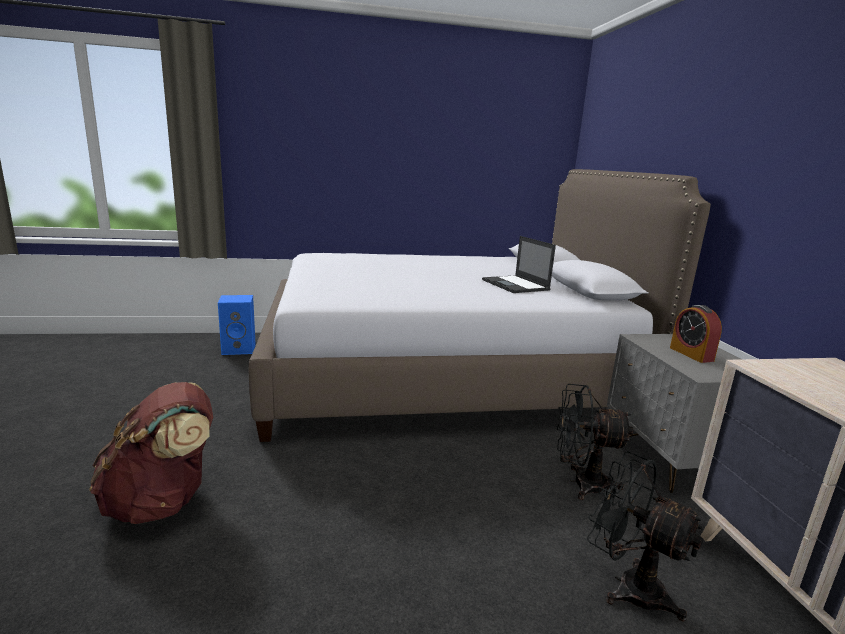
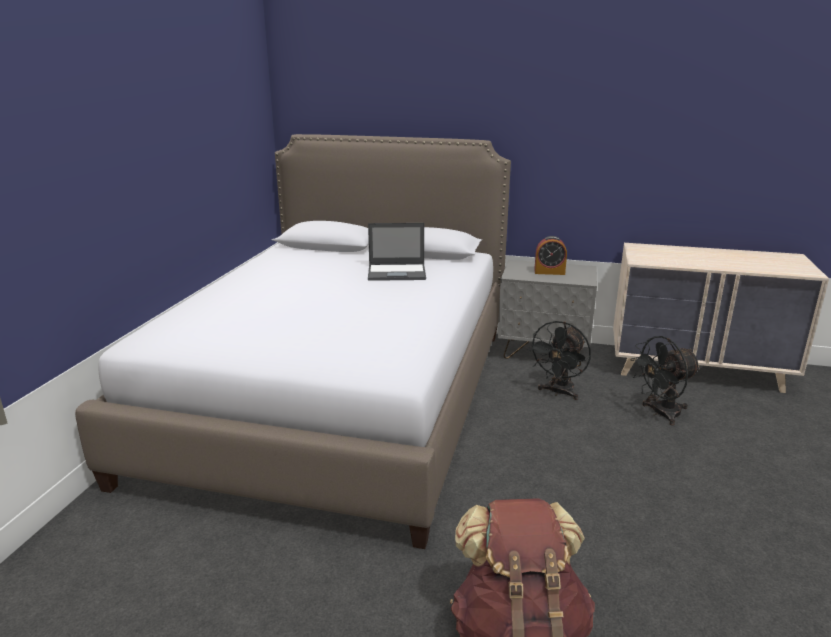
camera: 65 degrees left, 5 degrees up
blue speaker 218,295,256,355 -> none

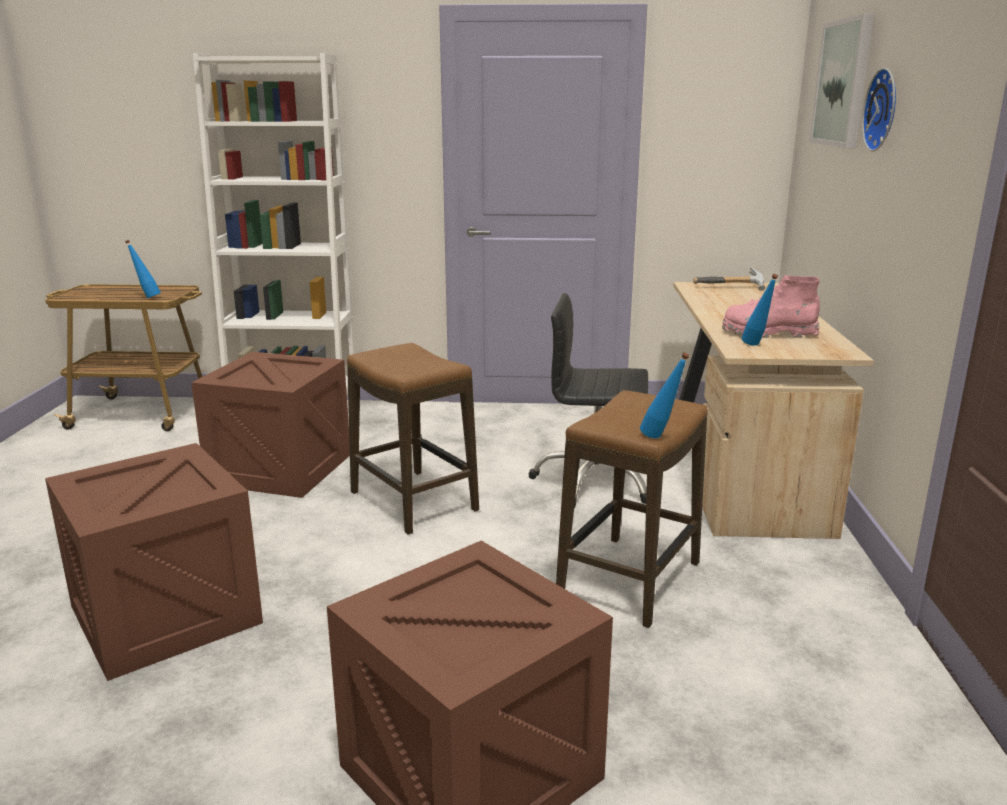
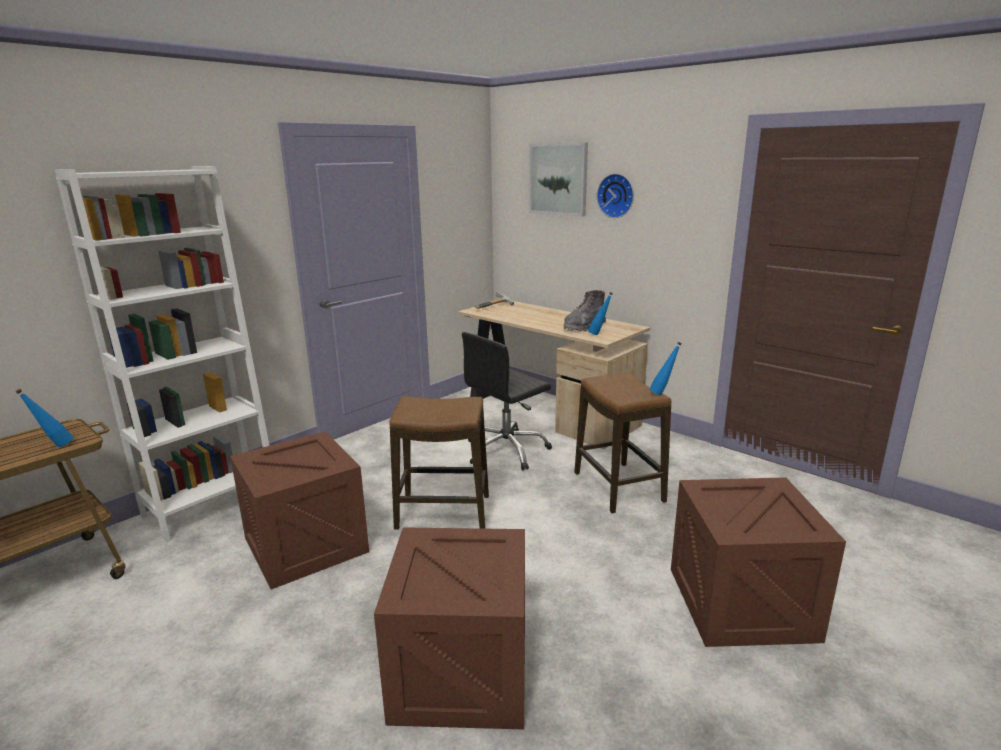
camera: 50 degrees left, 0 degrees up
pink boot 722,275,820,338 -> grey boot 564,290,606,332

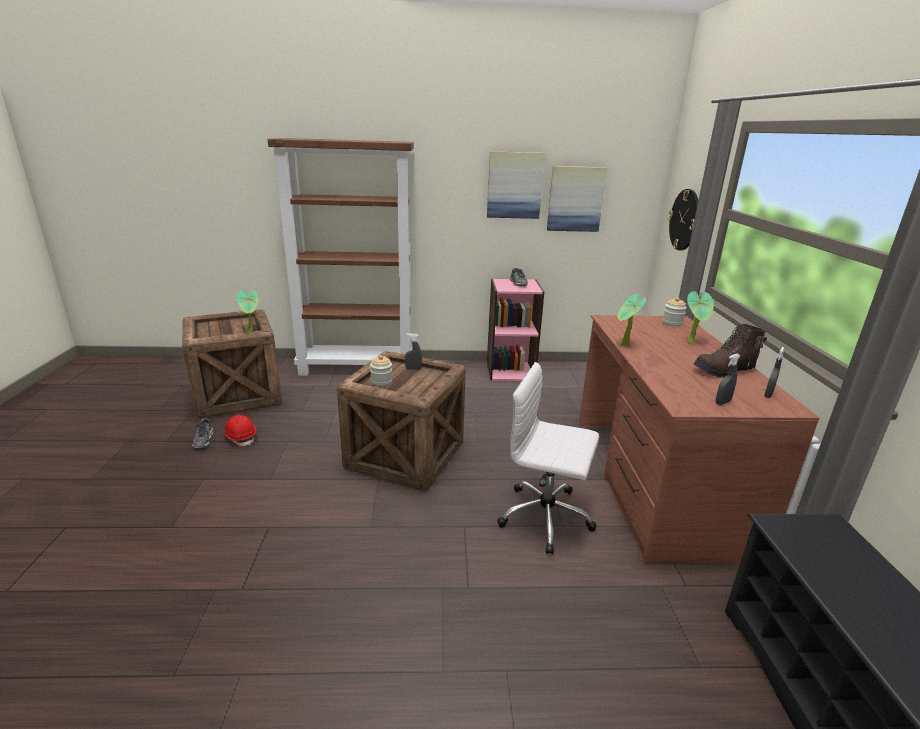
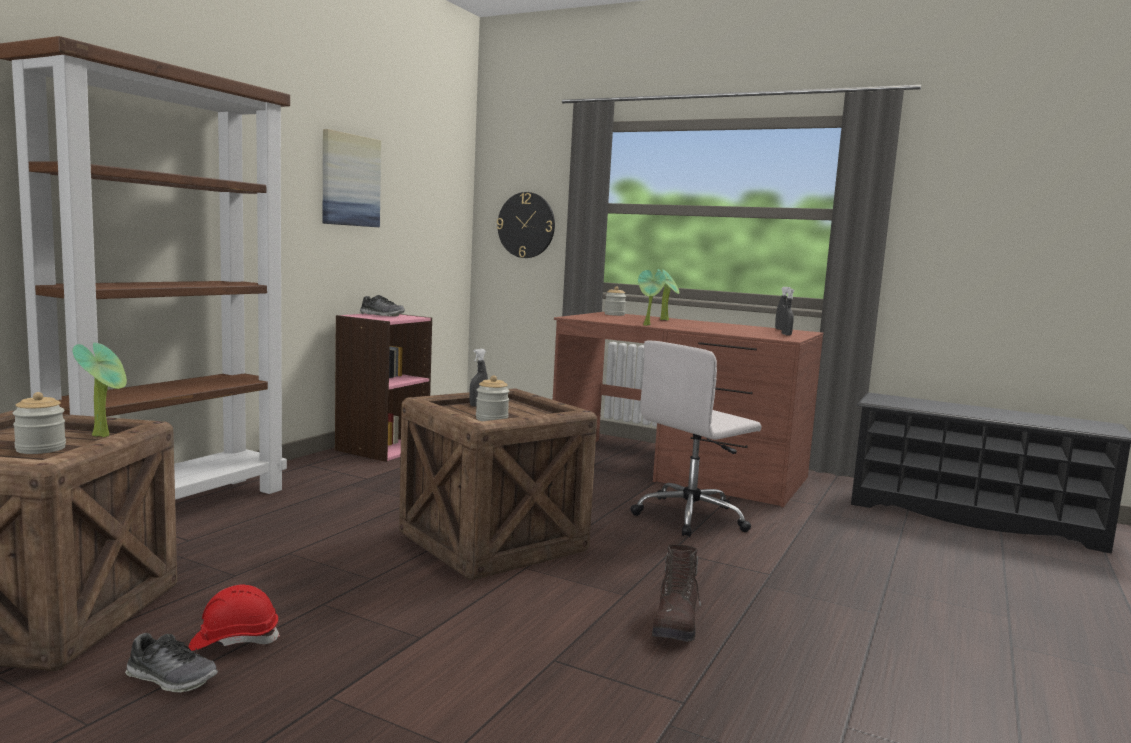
camera: 60 degrees left, 15 degrees down
picture 547,166,607,232 -> none
brown boot 693,324,767,378 -> brown boot 652,545,701,642, shifted
none -> jar 13,392,66,454

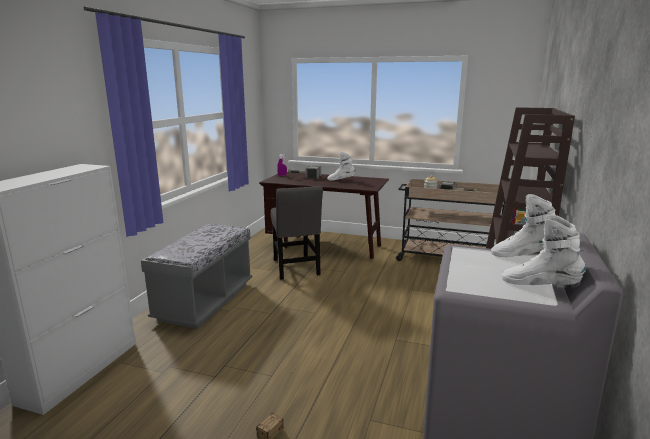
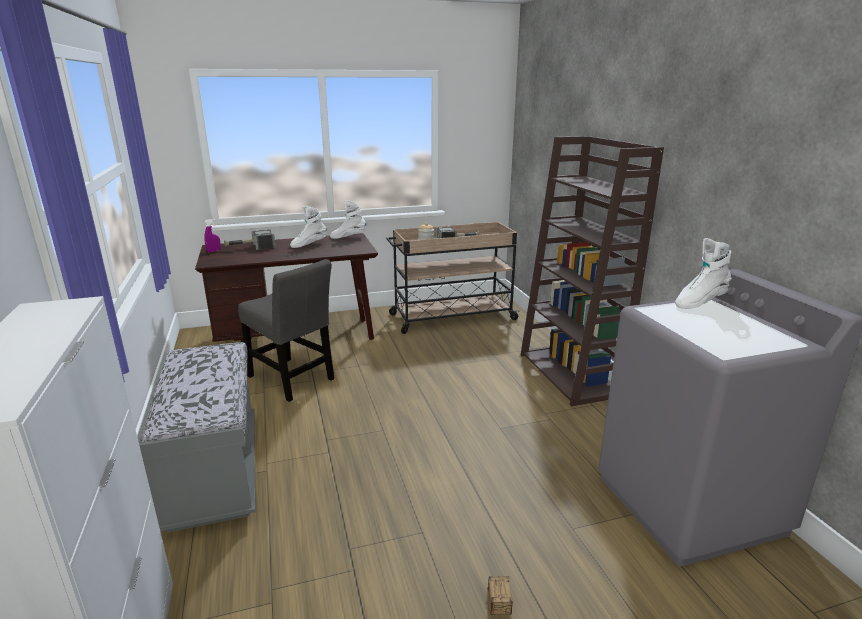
camera: 35 degrees left, 5 degrees up
white boot 502,215,586,285 -> white boot 330,200,366,239, shifted

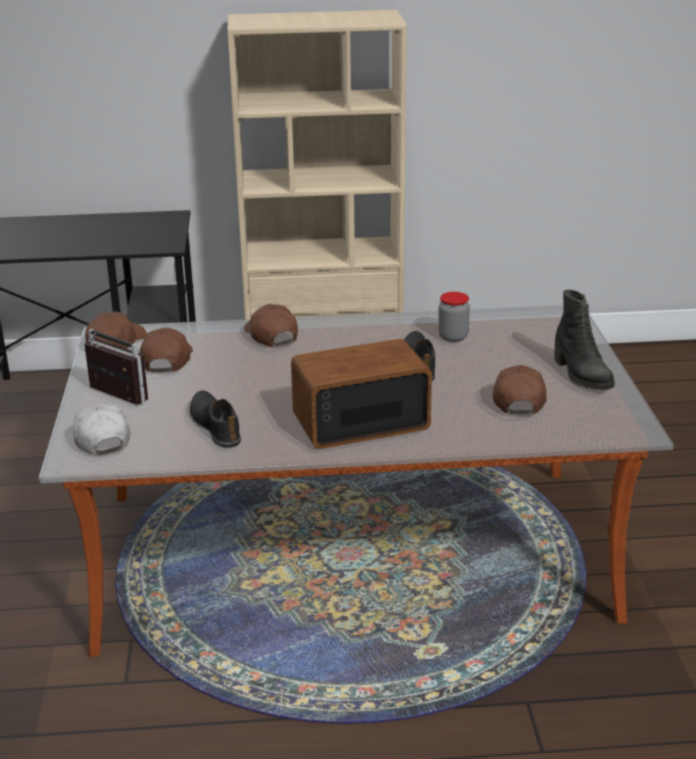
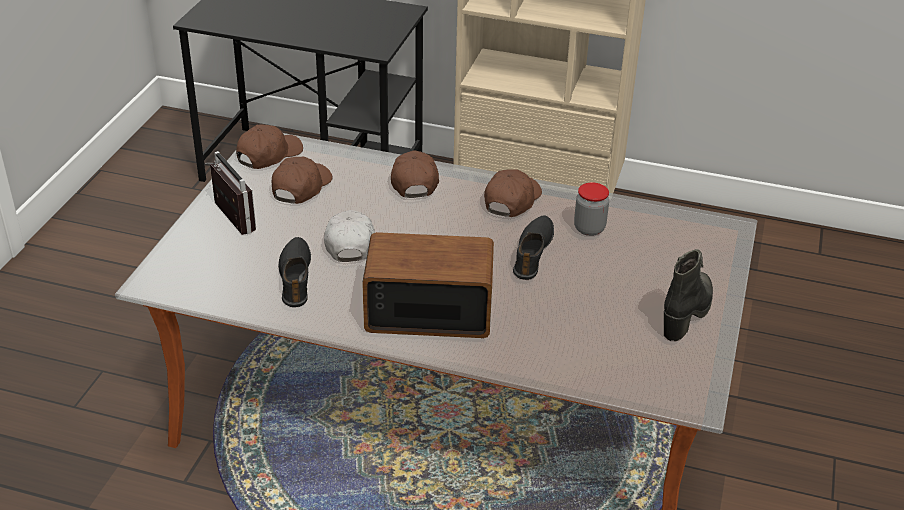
camera: 20 degrees right, 10 degrees up
black boot 554,290,615,390 -> black boot 664,249,713,341, 150 degrees counterclockwise
brown cap 493,365,547,415 -> brown cap 484,169,542,217, shifted
white cap 72,402,131,456 -> white cap 324,210,375,262, shifted

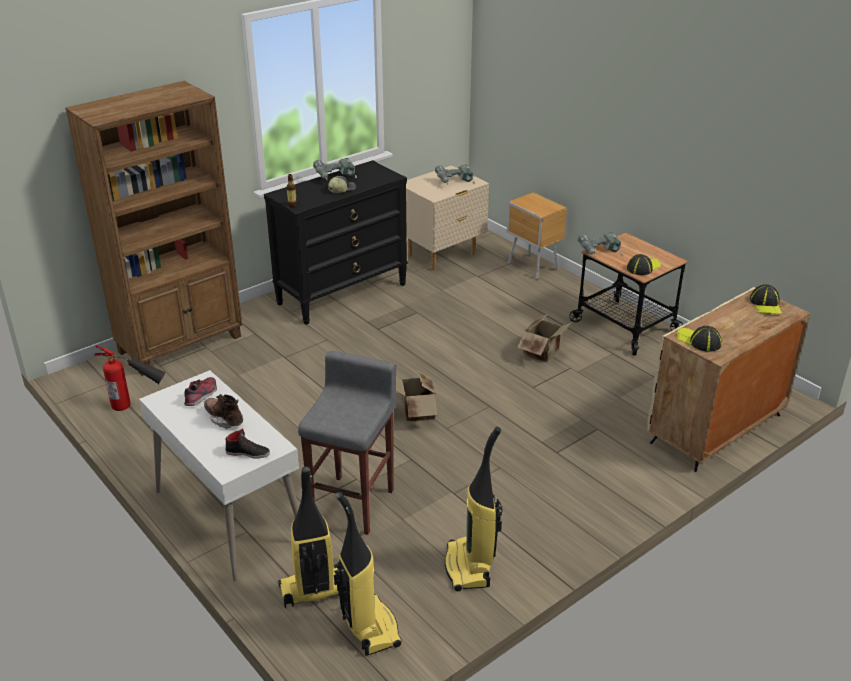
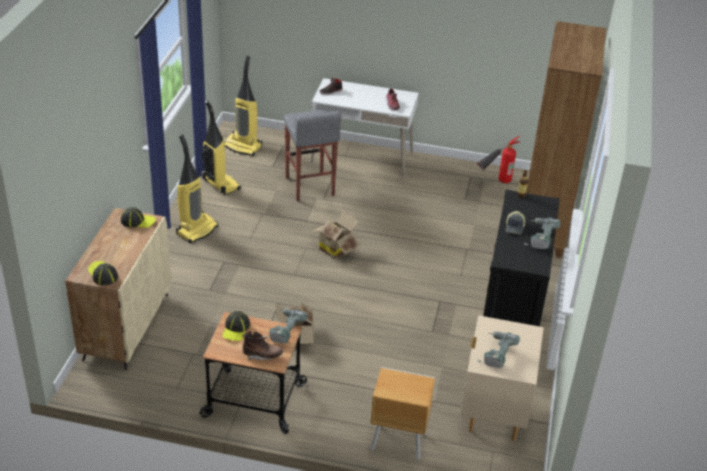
camera: 140 degrees right, 5 degrees up
brown boot 204,394,244,429 -> brown boot 242,331,283,361, shifted
vacuum cleaner 278,466,339,609 -> vacuum cleaner 176,134,218,244, shifted

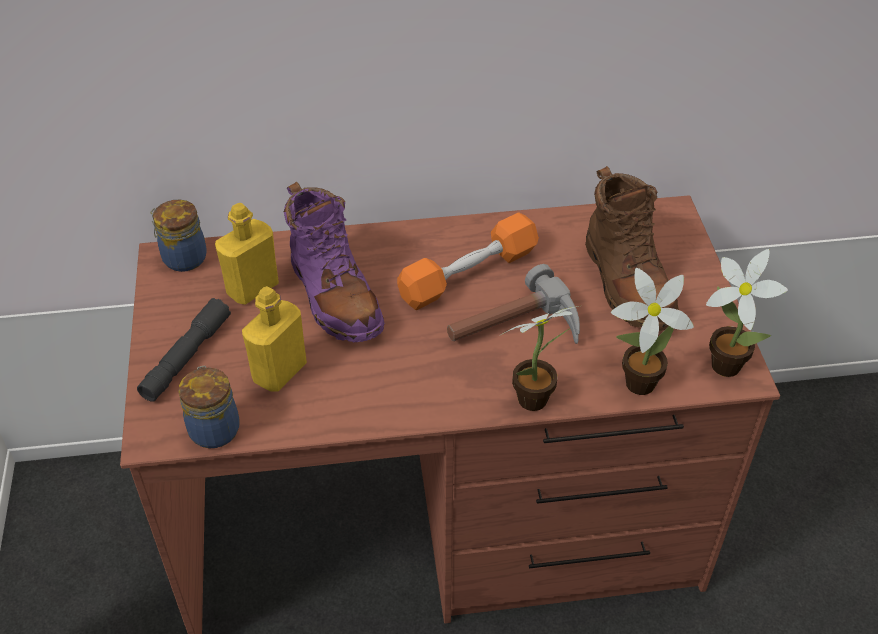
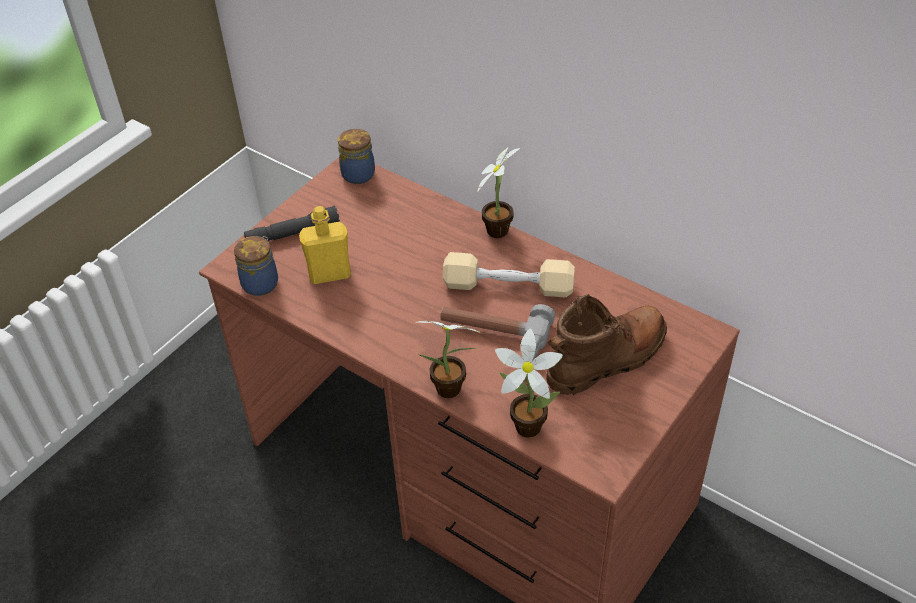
camera: 45 degrees right, 0 degrees up
brown boot 585,166,679,331 -> brown boot 546,294,667,395, 150 degrees counterclockwise
purple boot 284,182,385,342 -> none
yellow bottle 215,203,279,305 -> none
orange dumbbell 397,213,539,310 -> beige dumbbell 443,252,575,297
potted plant 706,249,788,377 -> potted plant 477,147,520,238, shifted

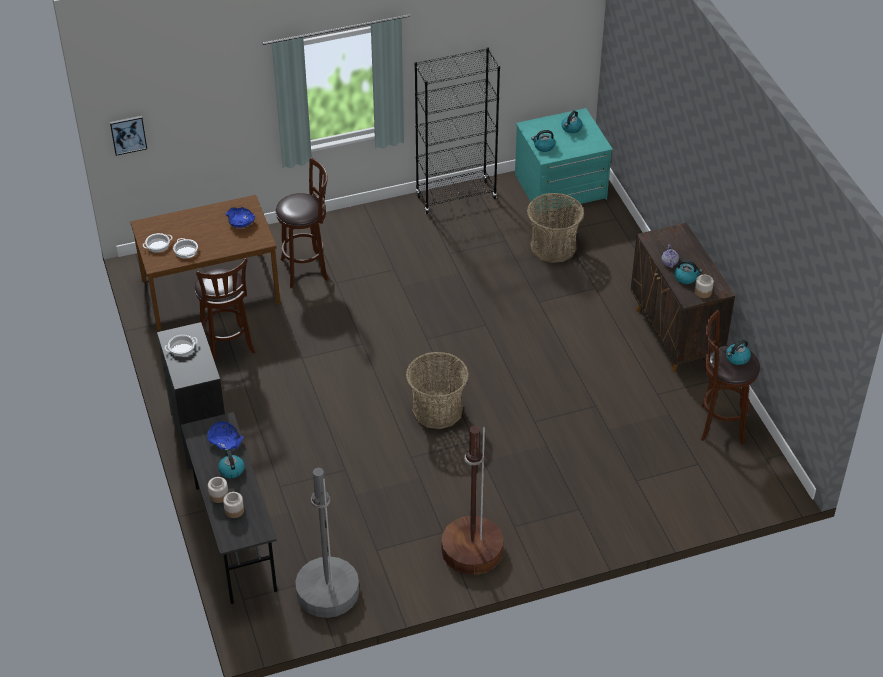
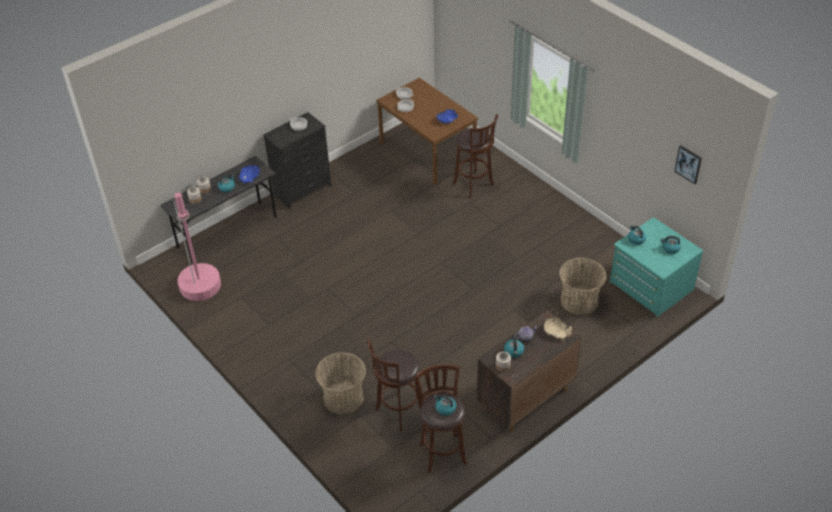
camera: 70 degrees right, 0 degrees up
black bookcase 415,48,500,214 -> none
picture 110,116,147,156 -> picture 674,146,702,184, shifted
brown stool 194,258,255,361 -> brown stool 367,339,421,432, shifted
basket 406,352,469,429 -> basket 315,352,366,415, shifted
brown floor lamp 442,426,503,575 -> none
grey floor lamp 295,468,359,618 -> pink floor lamp 173,192,221,301
none -> beige bowl 544,317,572,340

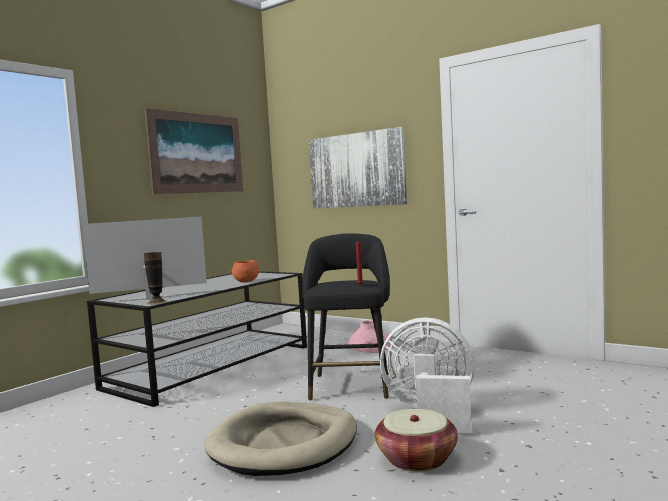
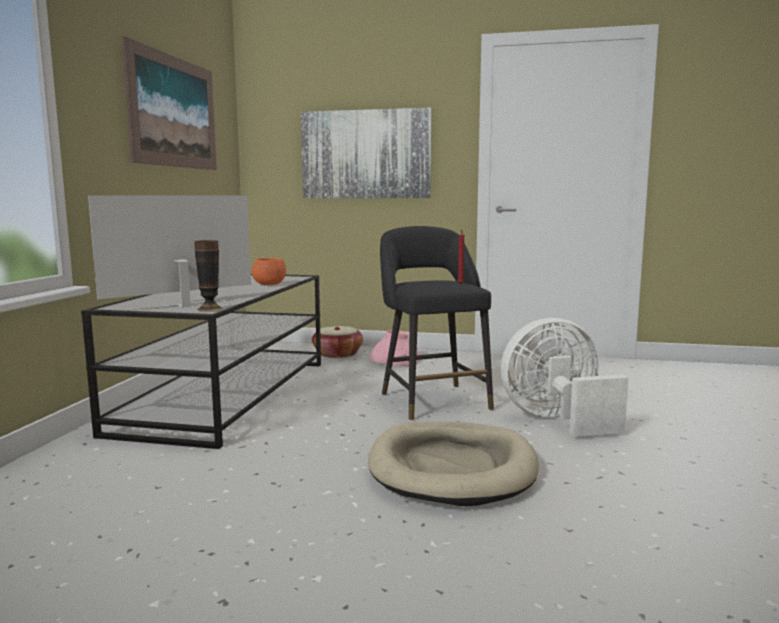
camera: 25 degrees left, 5 degrees up
basket 375,409,458,471 -> basket 312,326,363,358, shifted

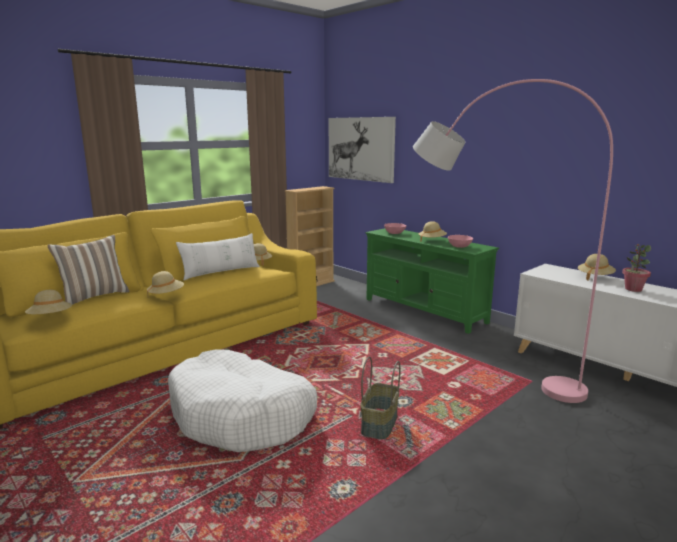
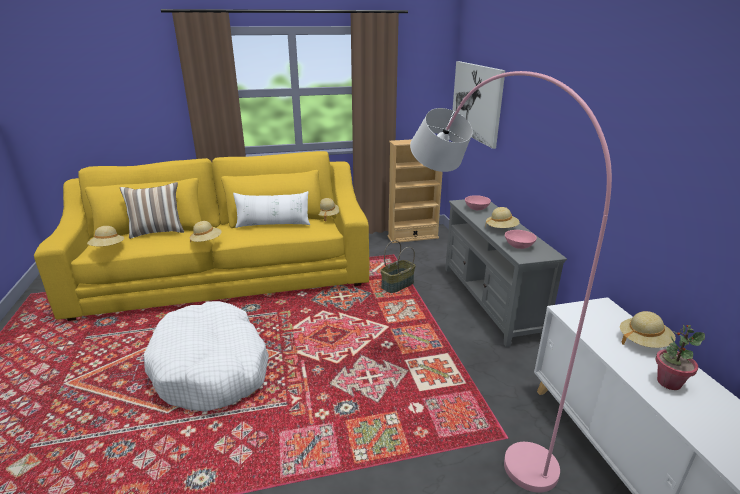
camera: 30 degrees right, 10 degrees up
green tv stand 365,228,499,334 -> grey tv stand 445,199,567,347
basket 360,356,401,440 -> basket 381,240,416,293, shifted

